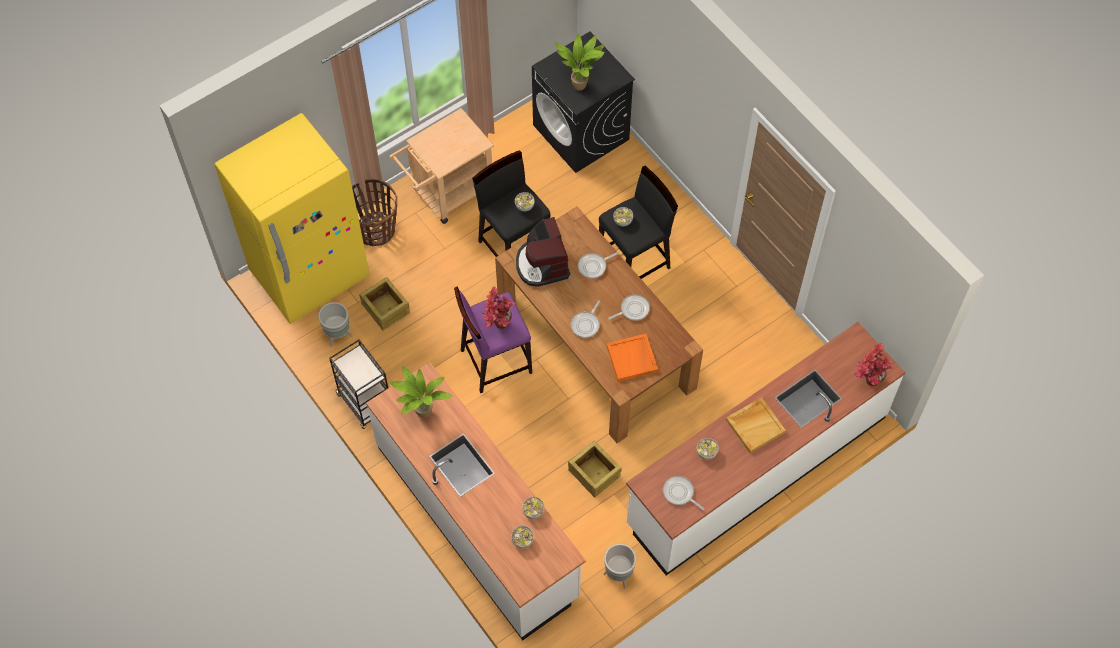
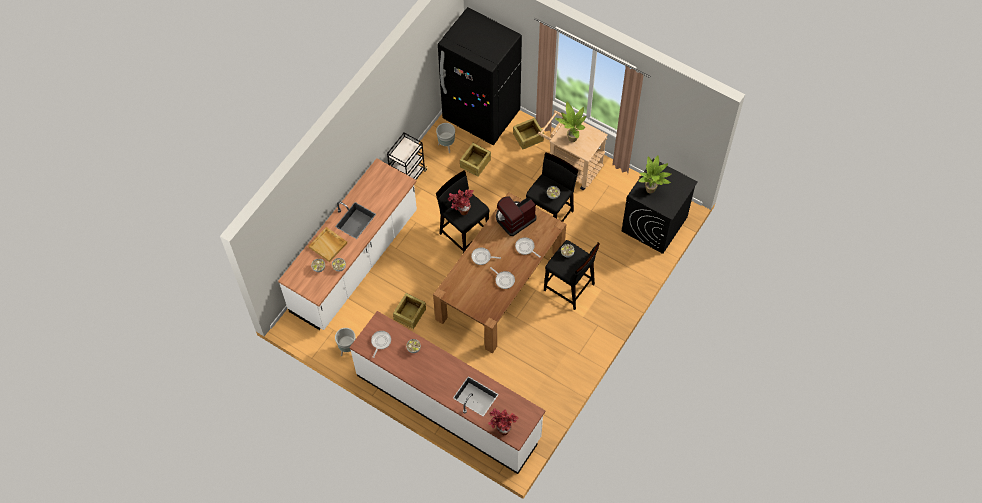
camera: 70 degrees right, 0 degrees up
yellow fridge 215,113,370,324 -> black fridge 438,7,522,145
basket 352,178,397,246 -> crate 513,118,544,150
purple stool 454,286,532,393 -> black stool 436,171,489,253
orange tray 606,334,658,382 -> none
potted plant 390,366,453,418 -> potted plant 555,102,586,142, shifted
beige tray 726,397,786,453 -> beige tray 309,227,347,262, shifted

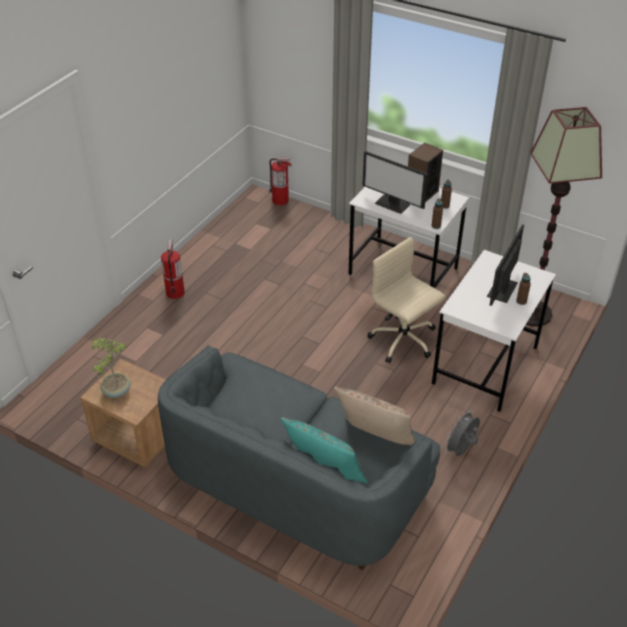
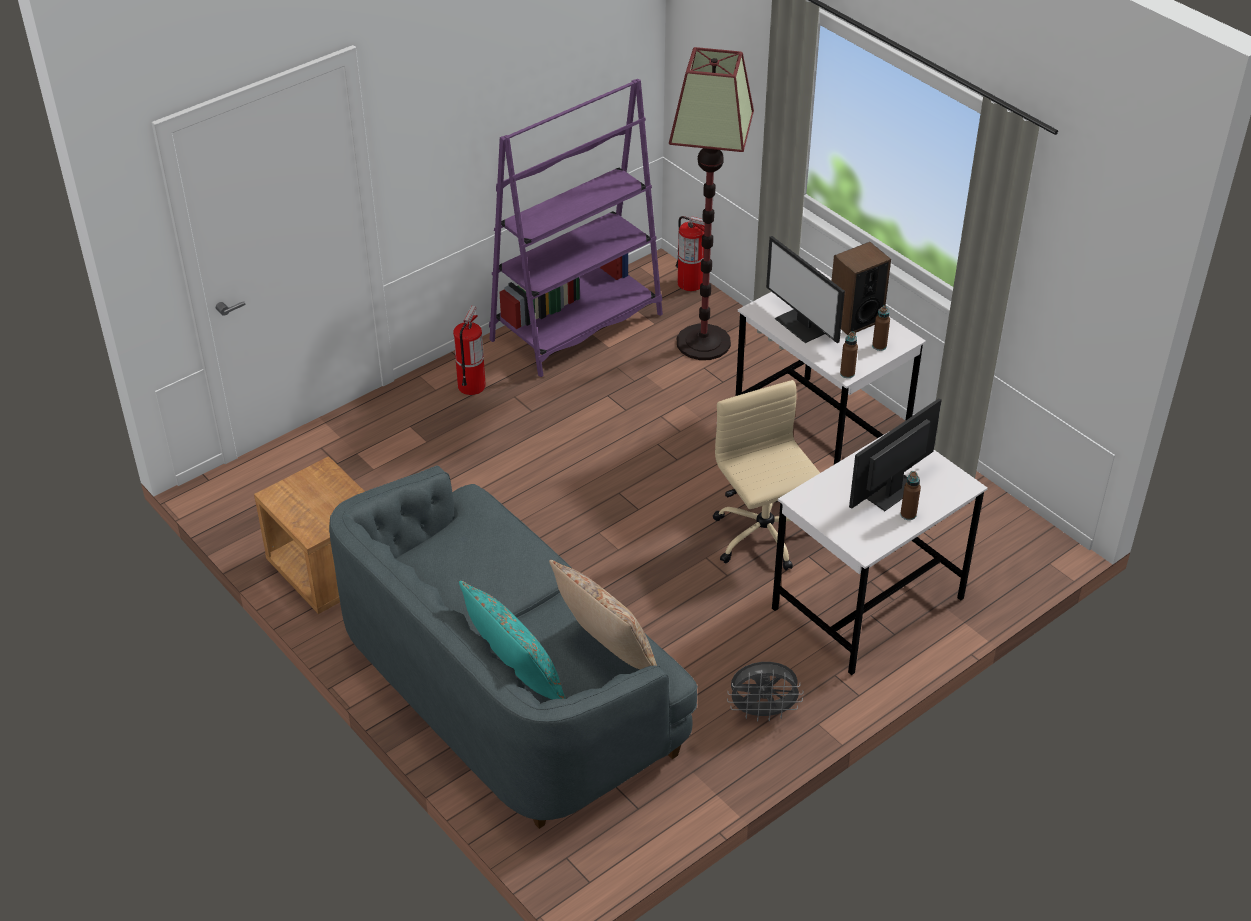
camera: 20 degrees right, 0 degrees up
floor lamp 526,107,602,326 -> floor lamp 669,47,754,360, shifted
potted plant 91,337,130,398 -> none
grey fan 444,410,480,456 -> grey fan 727,662,804,722, 150 degrees counterclockwise
none -> purple bookcase 489,79,663,377

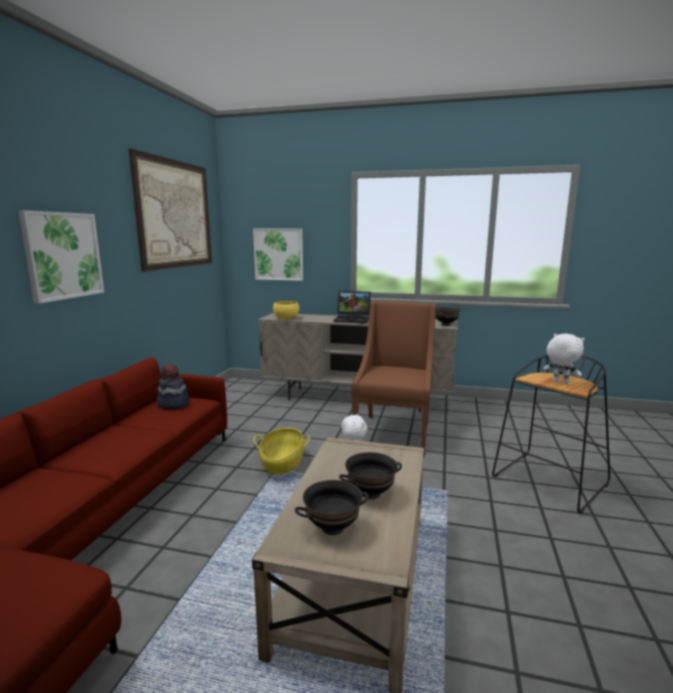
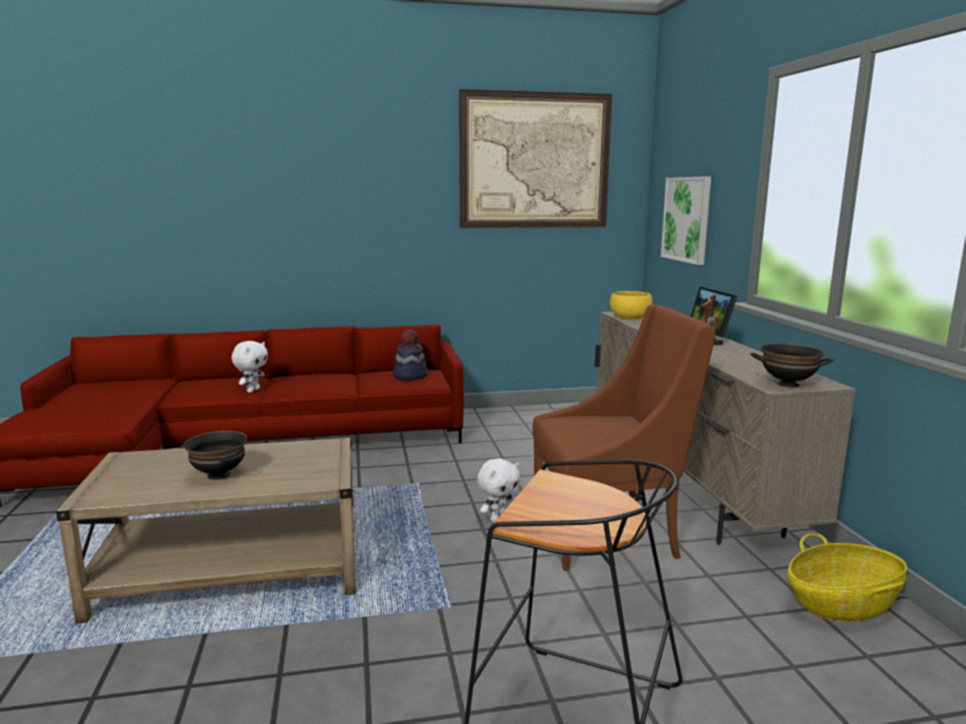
camera: 65 degrees right, 0 degrees up
picture 18,210,104,304 -> none
white plush toy 543,333,585,384 -> white plush toy 231,341,268,393, shifted
basket 253,428,310,475 -> basket 787,533,907,622, shifted
black bowl 295,480,369,535 -> none

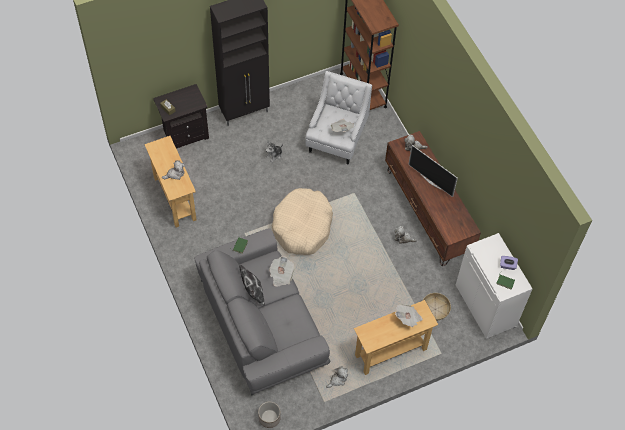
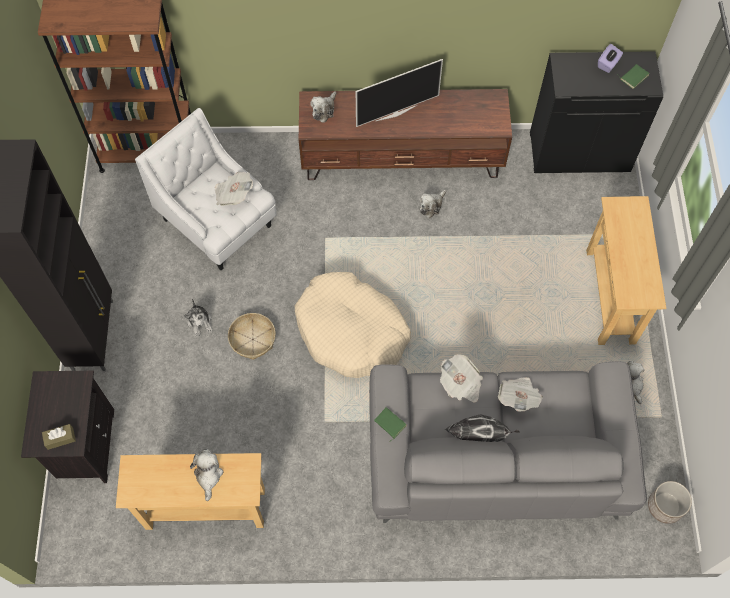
camera: 65 degrees left, 5 degrees up
white cabinet 456,233,533,339 -> black cabinet 530,51,663,173
basket 422,293,451,321 -> basket 228,313,276,360, shifted
newspaper 395,303,423,327 -> newspaper 498,377,543,412, shifted

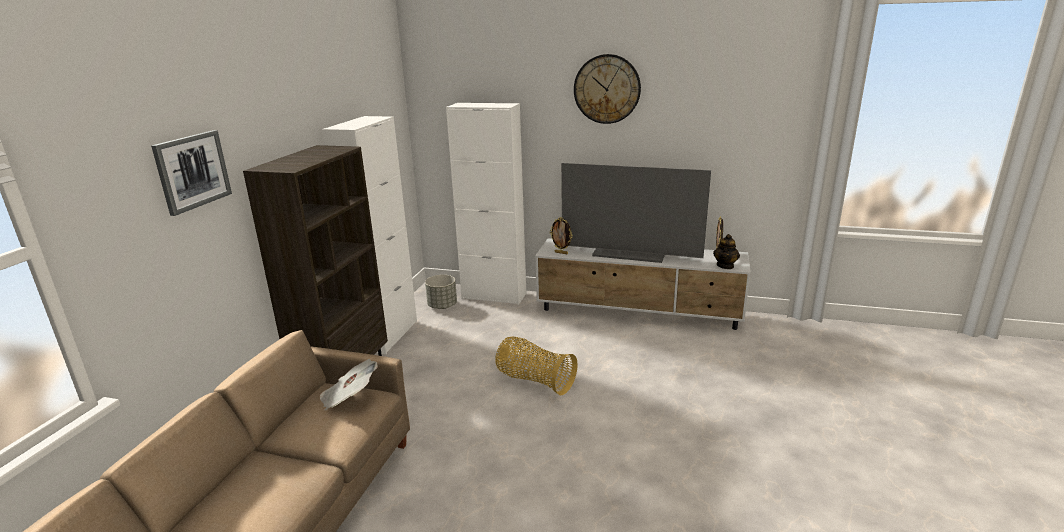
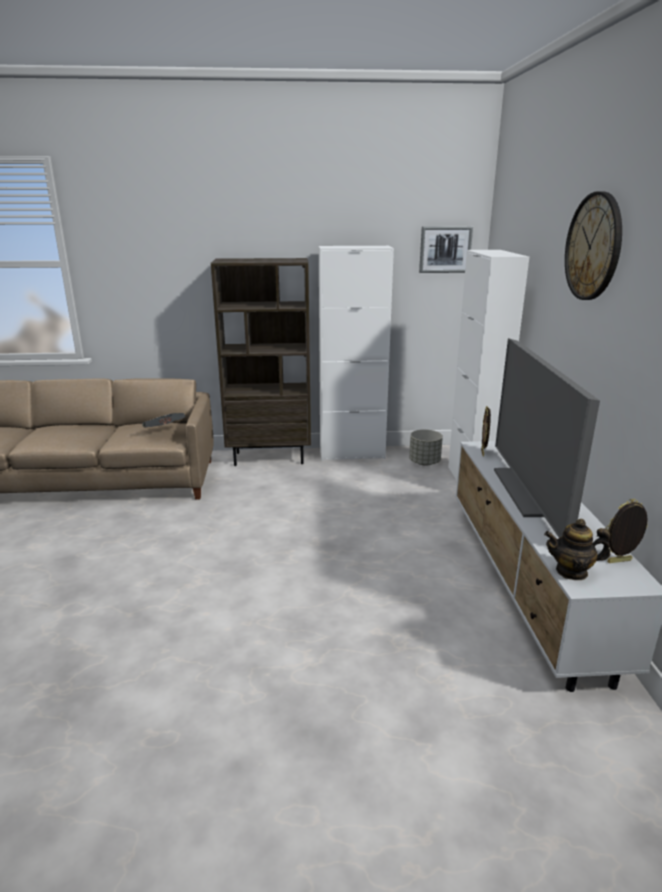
camera: 70 degrees right, 0 degrees up
picture 151,130,232,216 -> picture 419,226,473,273, shifted
basket 495,337,578,395 -> none

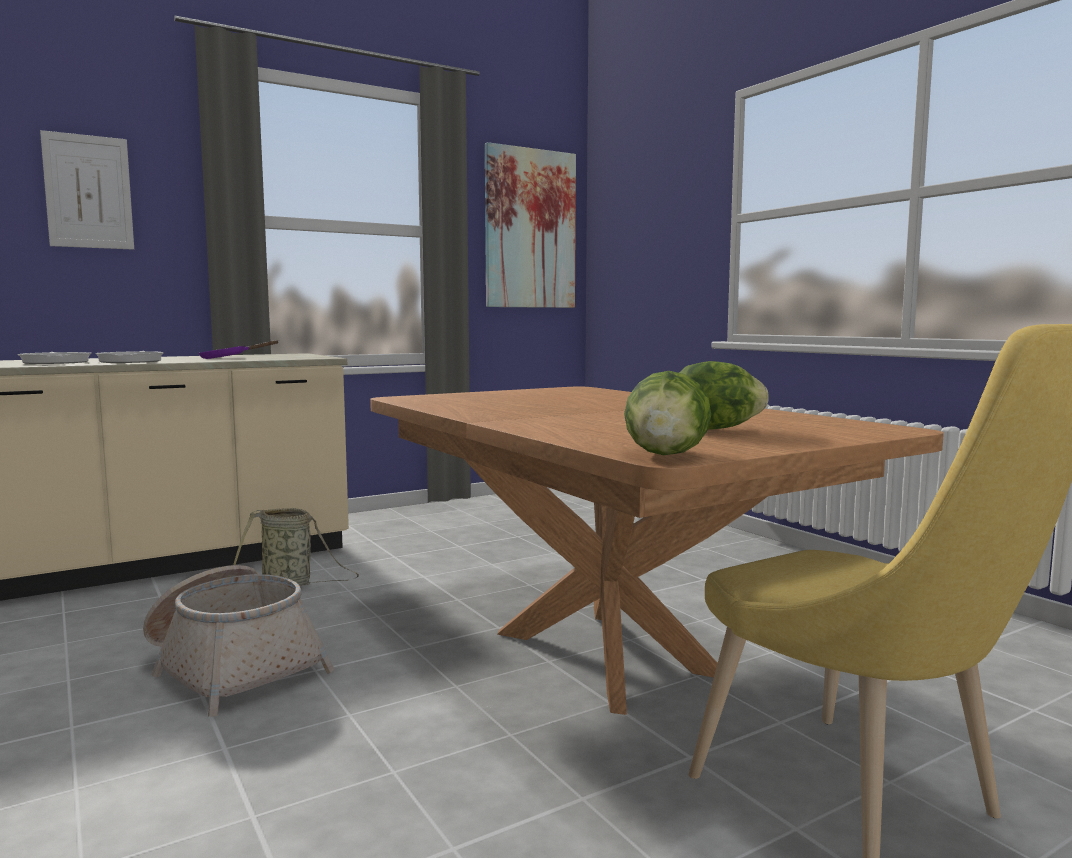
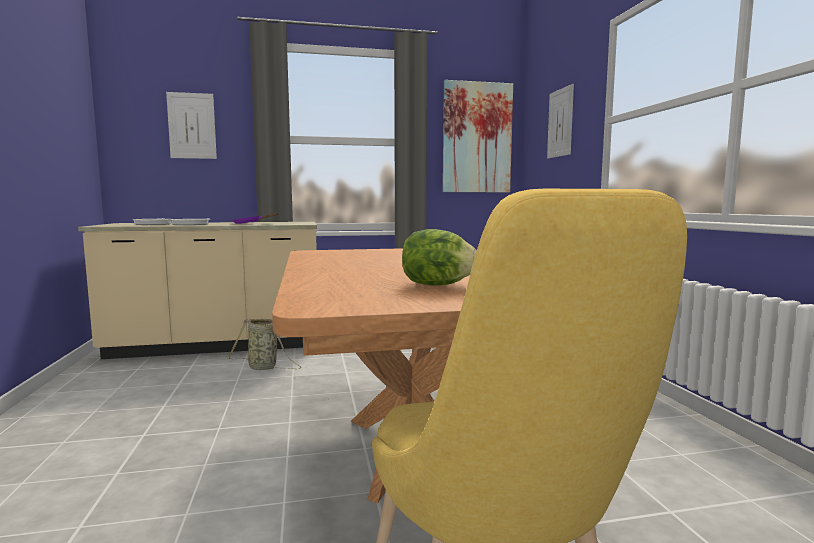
camera: 20 degrees right, 0 degrees up
lettuce 624,371,711,455 -> none
basket 143,565,334,716 -> none
none -> picture 547,84,574,158

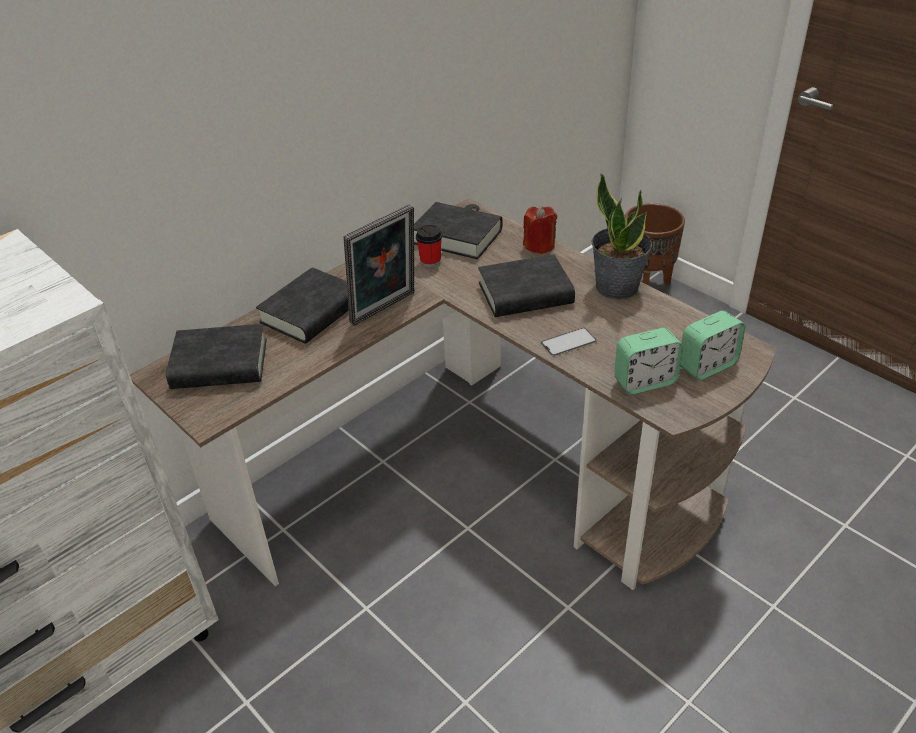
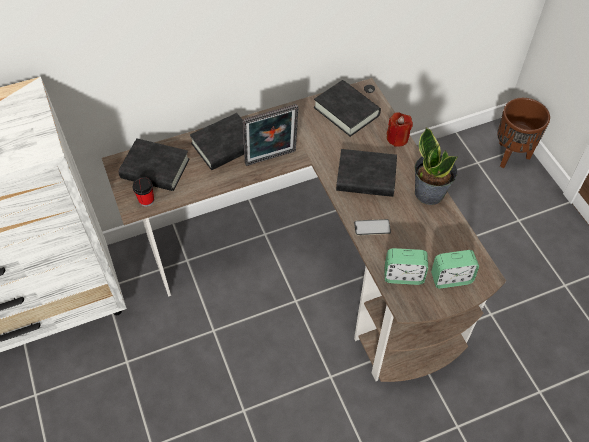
camera: 20 degrees right, 15 degrees up
cup 416,224,442,268 -> cup 133,177,154,207, shifted

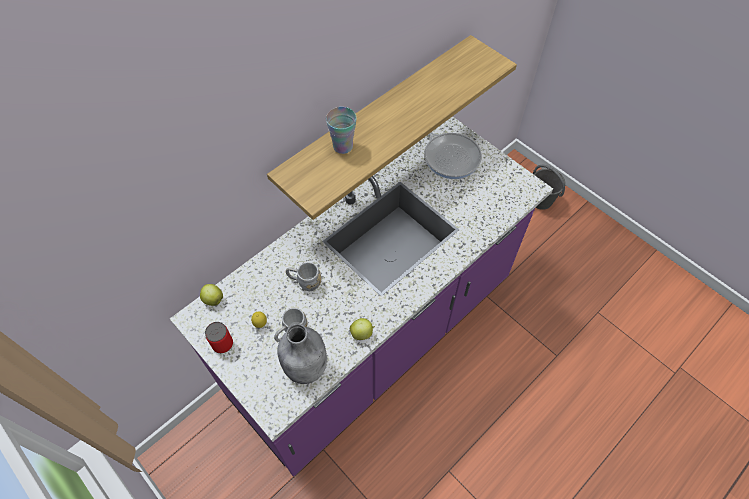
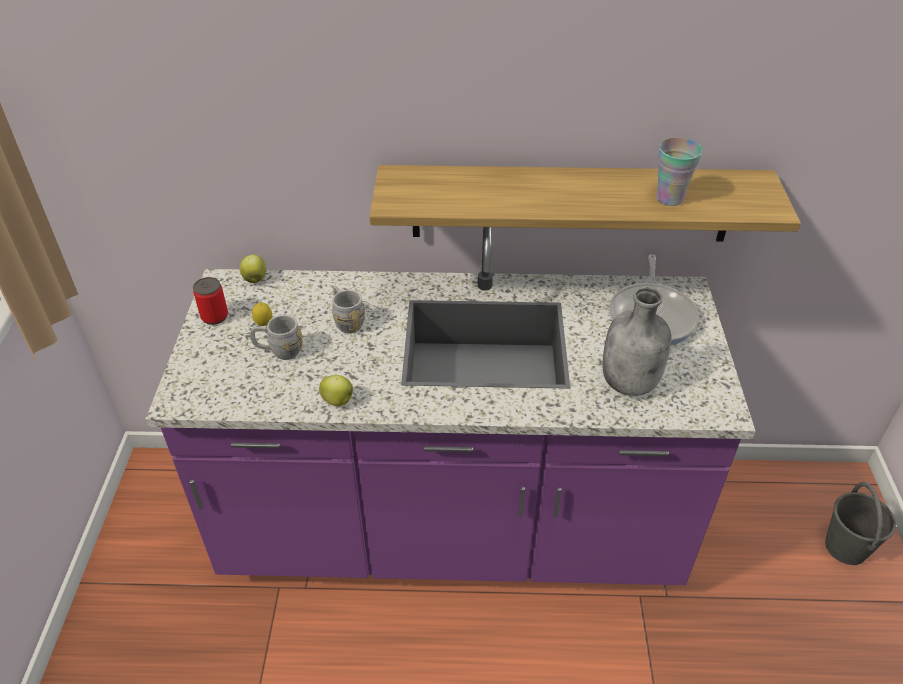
camera: 45 degrees right, 15 degrees down
cup 326,107,357,154 -> cup 656,137,703,206, shifted
grey bottle 277,324,327,384 -> grey bottle 603,287,671,396, shifted

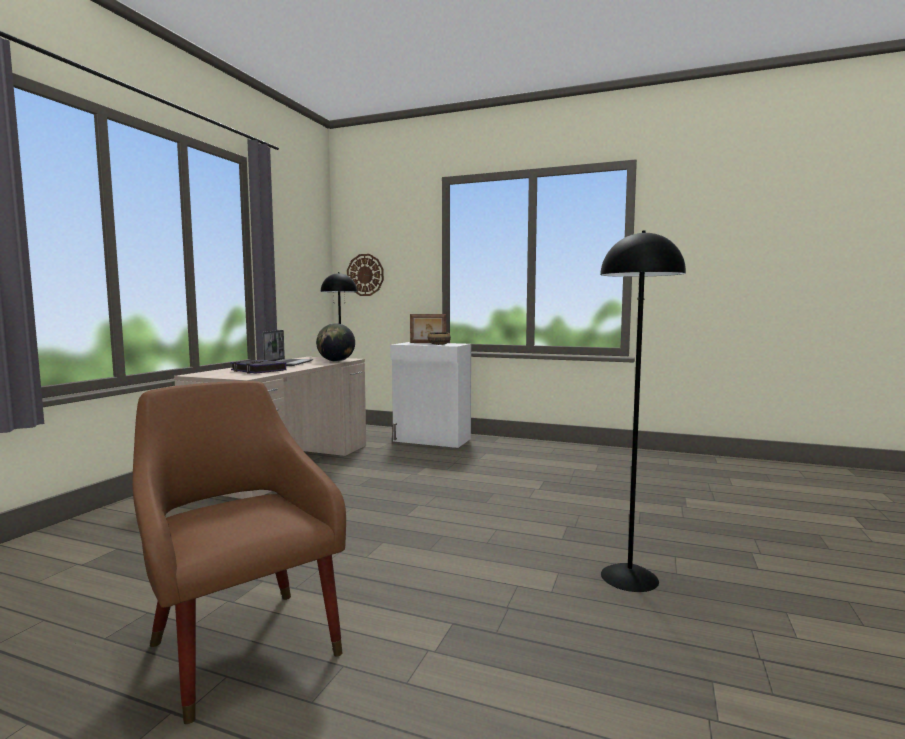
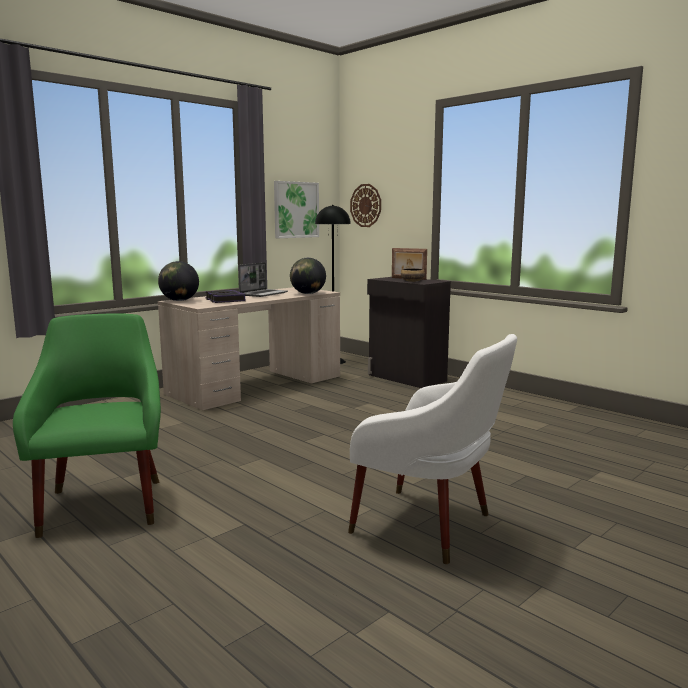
camera: 25 degrees right, 5 degrees up
black floor lamp 600,230,686,592 -> white armchair 348,334,517,564
white cabinet 390,342,471,448 -> black cabinet 367,277,451,388
brown armchair 133,381,346,724 -> green armchair 13,313,161,538
none -> picture 274,181,319,238
none -> globe 158,261,199,301

